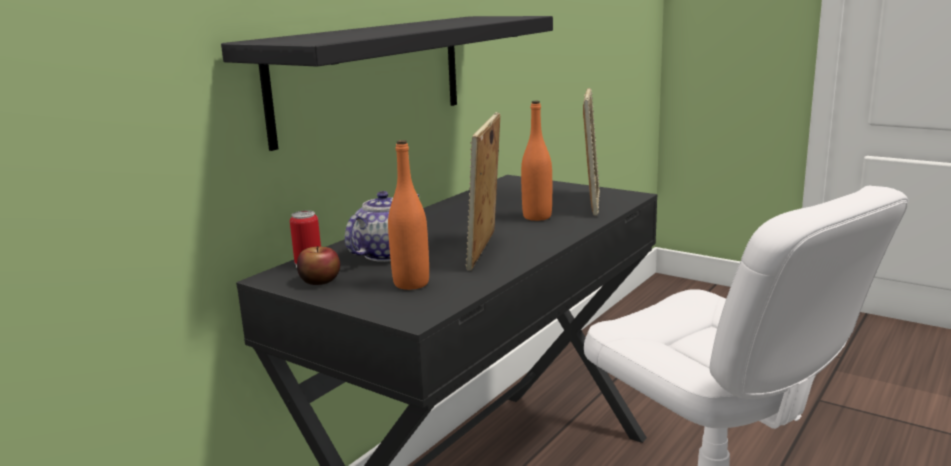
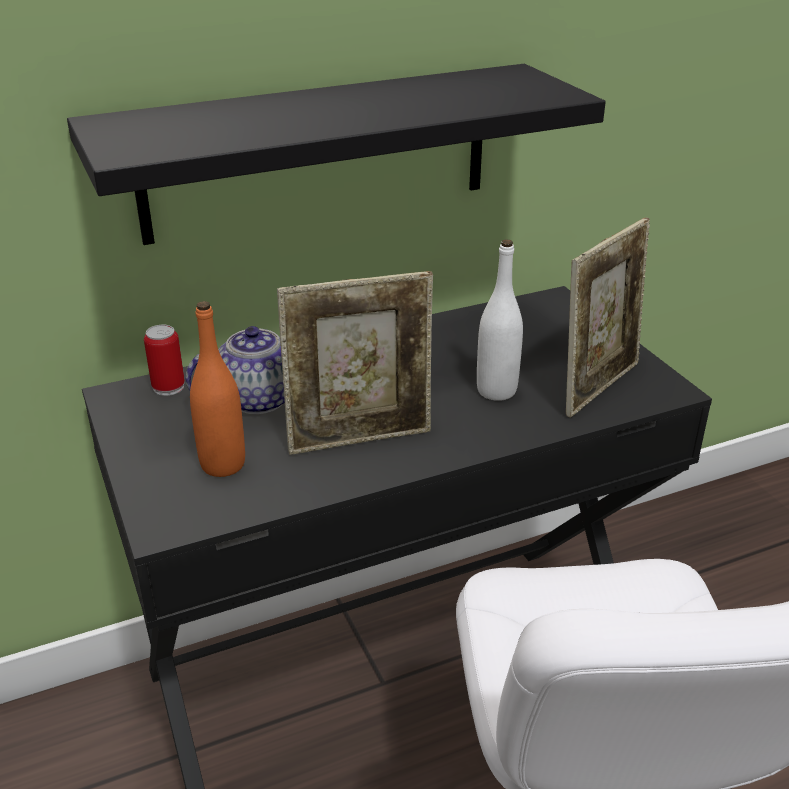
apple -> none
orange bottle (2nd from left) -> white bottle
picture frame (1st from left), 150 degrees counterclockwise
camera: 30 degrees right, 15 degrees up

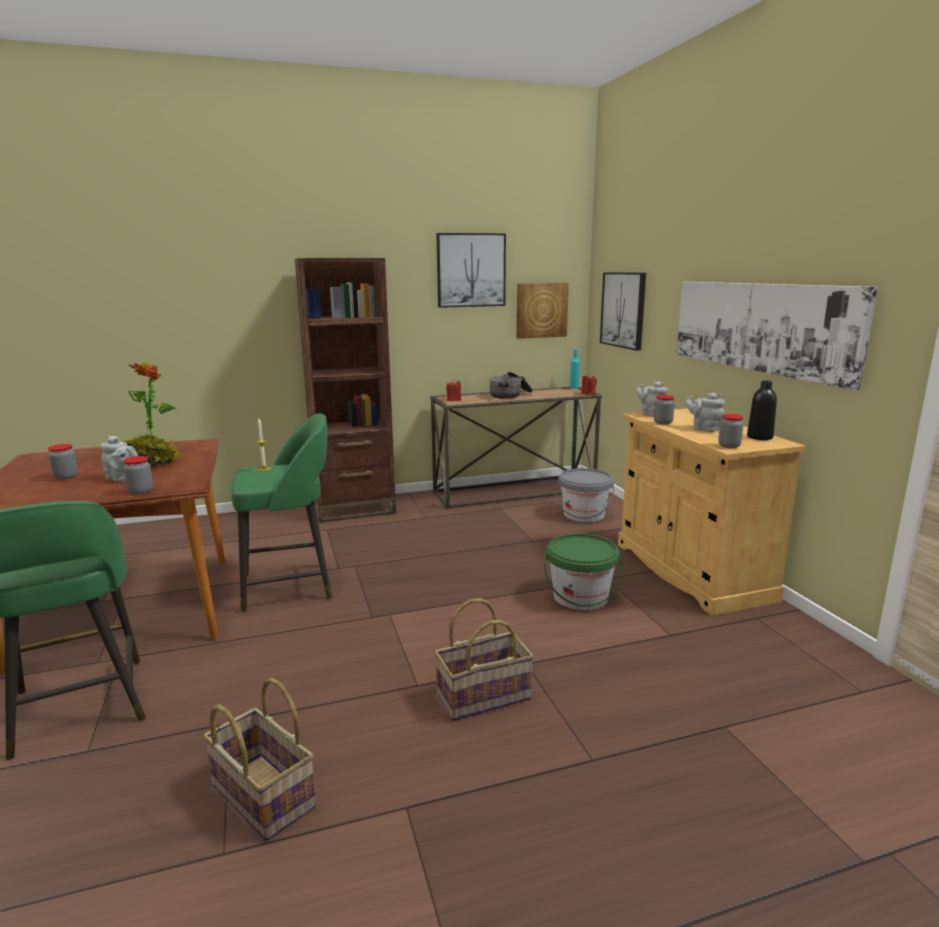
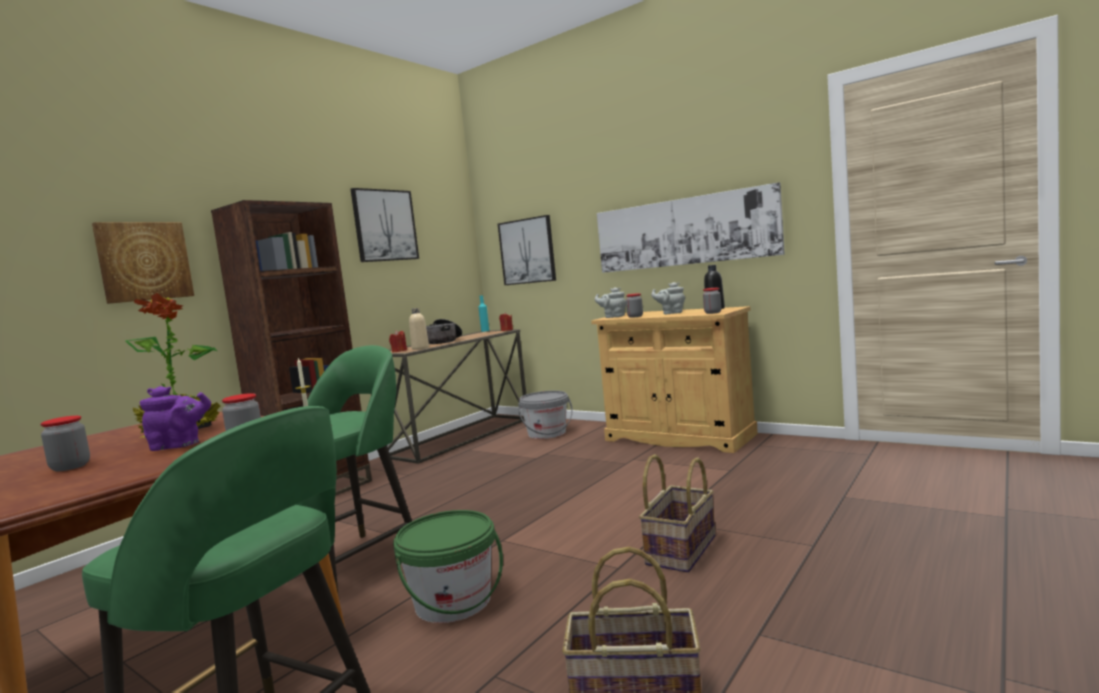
none -> beige bottle
picture (2nd from left in the first image) -> picture (1st from left), moved
green bucket, moved
grey teapot (1st from left) -> purple teapot
camera: 35 degrees left, 10 degrees down

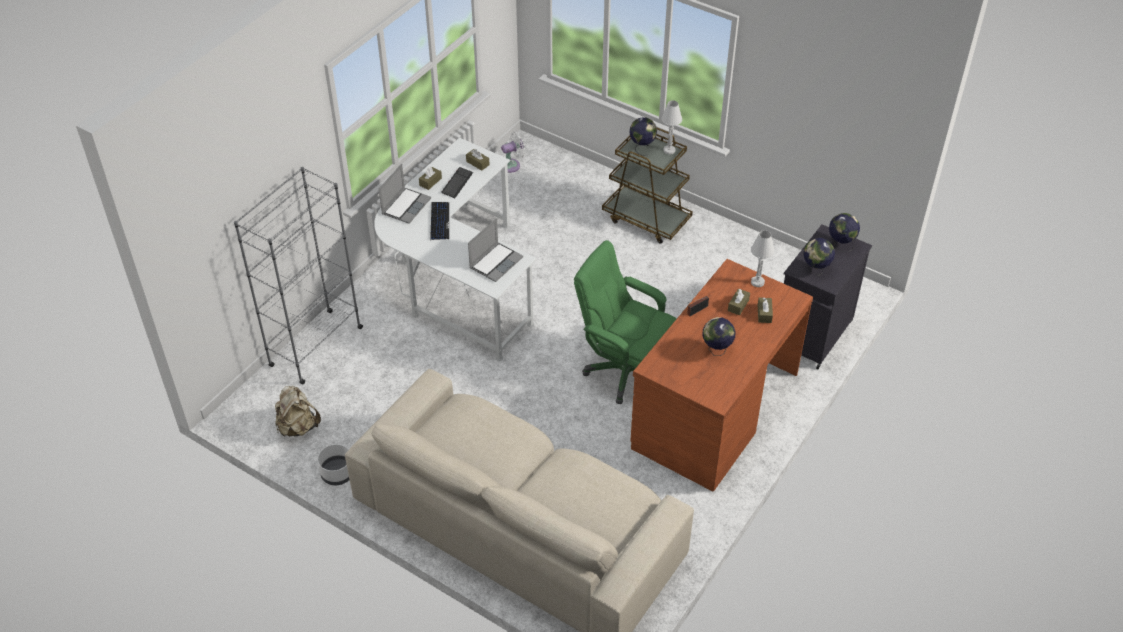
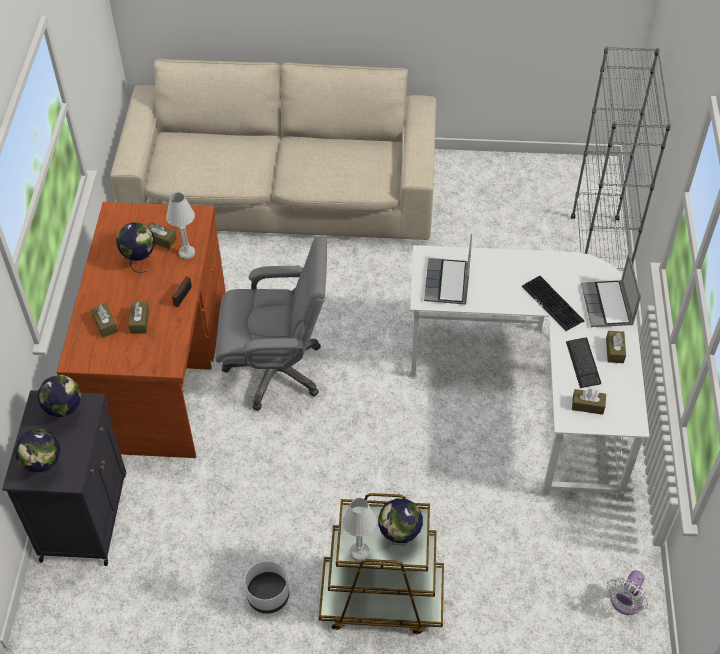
beige backpack -> none
none -> brown tissue box (3rd from left)
white planter, moved
white table lamp (2nd from left in the first image) -> white table lamp (1st from left), moved
green office chair -> grey office chair
camera: 150 degrees right, 5 degrees up

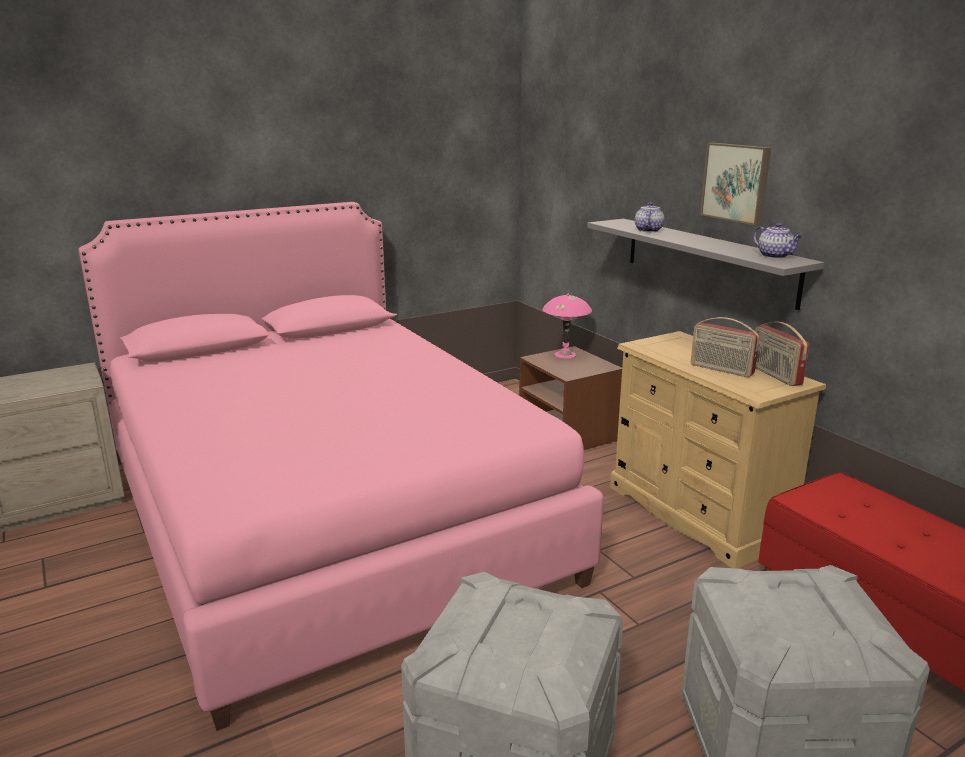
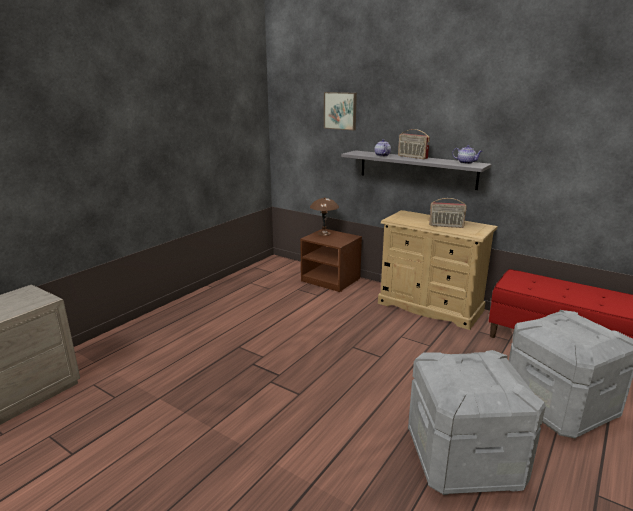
pink bed -> none
picture, moved
radio (2nd from left in the first image) -> radio (1st from left), moved
pink table lamp -> brown table lamp
camera: 25 degrees left, 0 degrees up

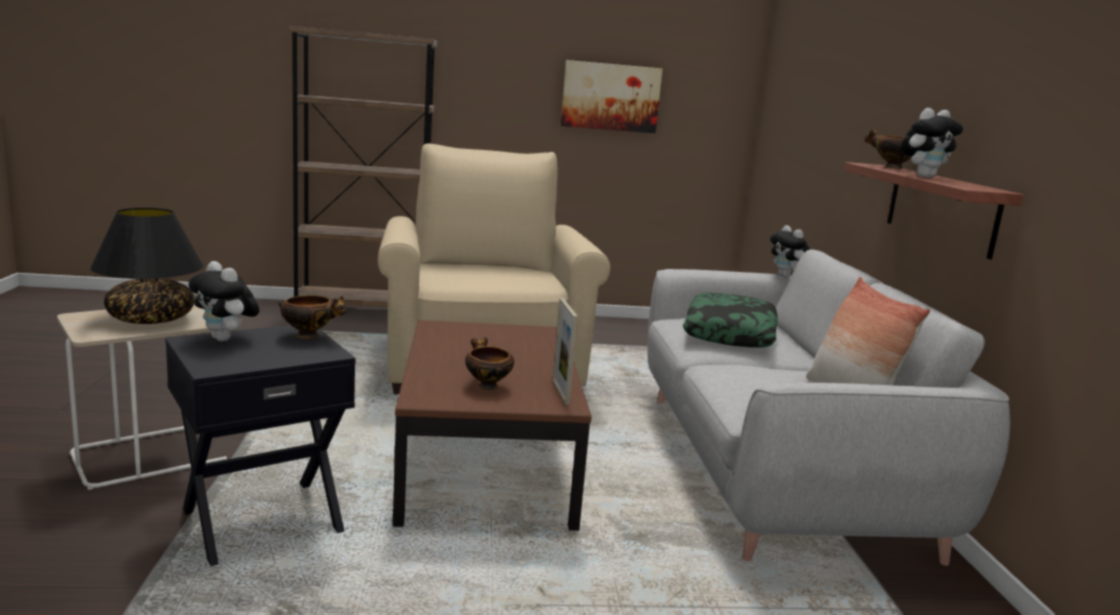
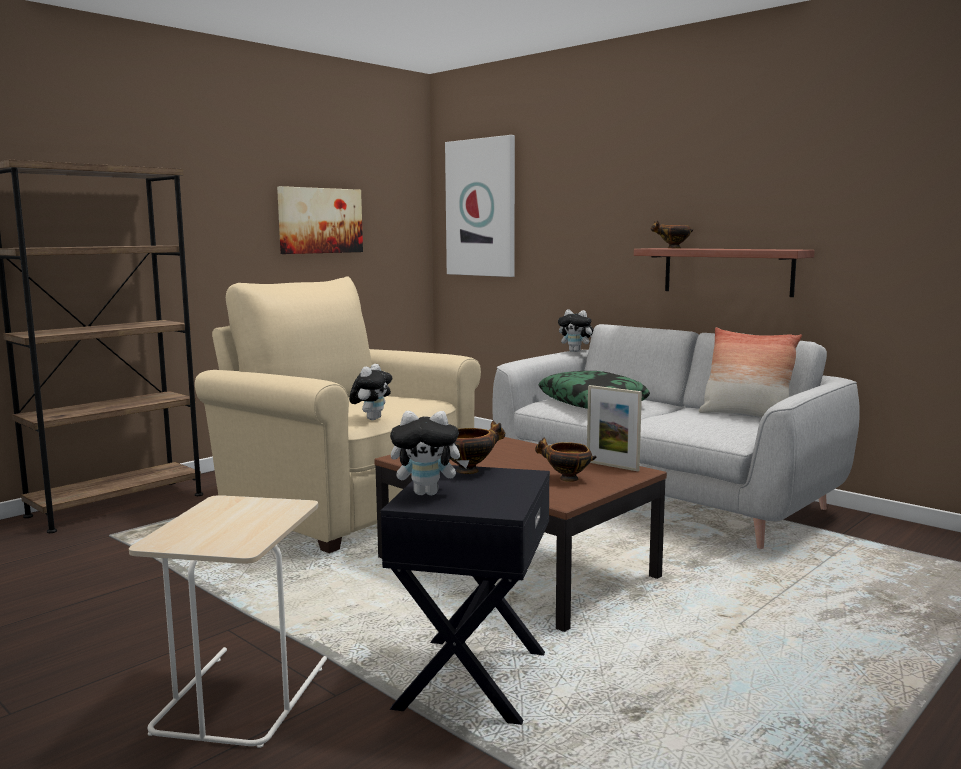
black table lamp -> none
none -> picture (2nd from left)
plush toy (3rd from left in the first image) -> plush toy (1st from left), moved
camera: 40 degrees left, 5 degrees down

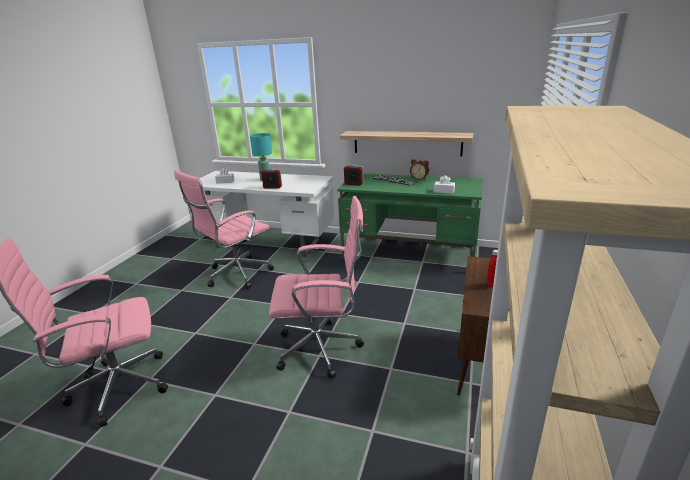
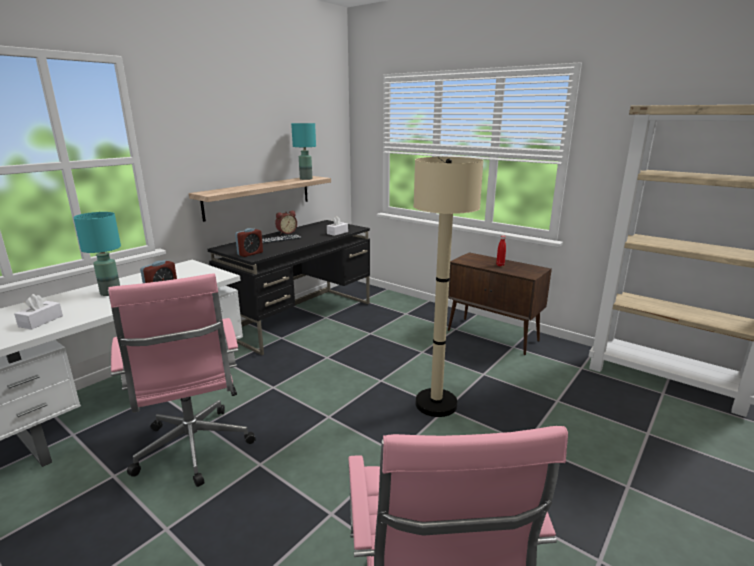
none -> turquoise table lamp (2nd from left)
pink office chair (3rd from left) -> beige floor lamp
green desk -> black desk
camera: 70 degrees left, 5 degrees down

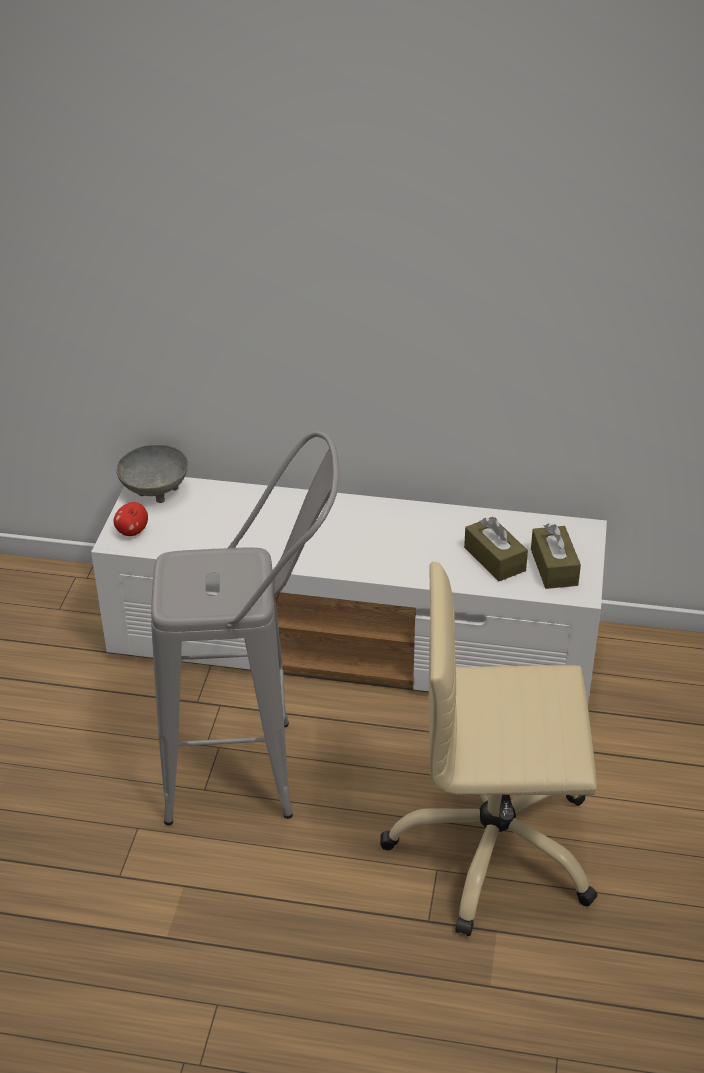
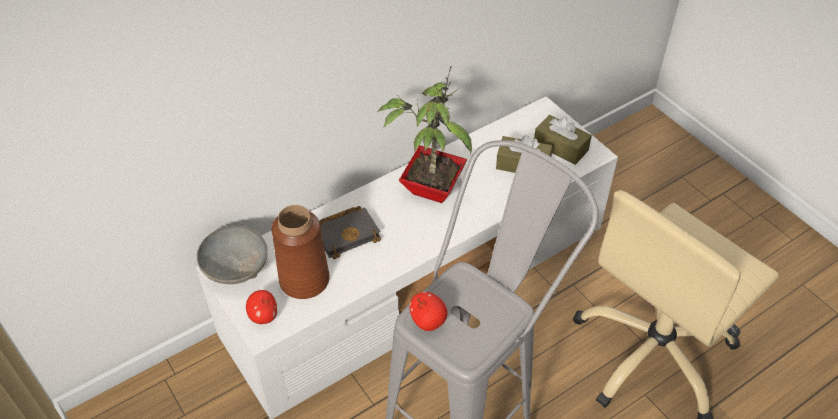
none -> brown vase
none -> black book
none -> potted plant
none -> apple (2nd from left)
camera: 45 degrees left, 10 degrees up

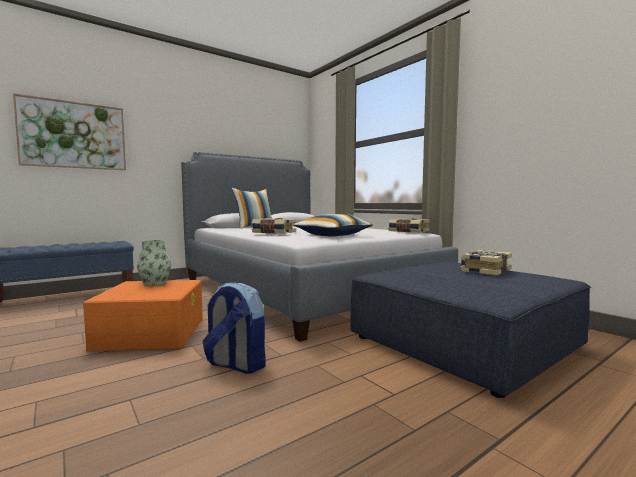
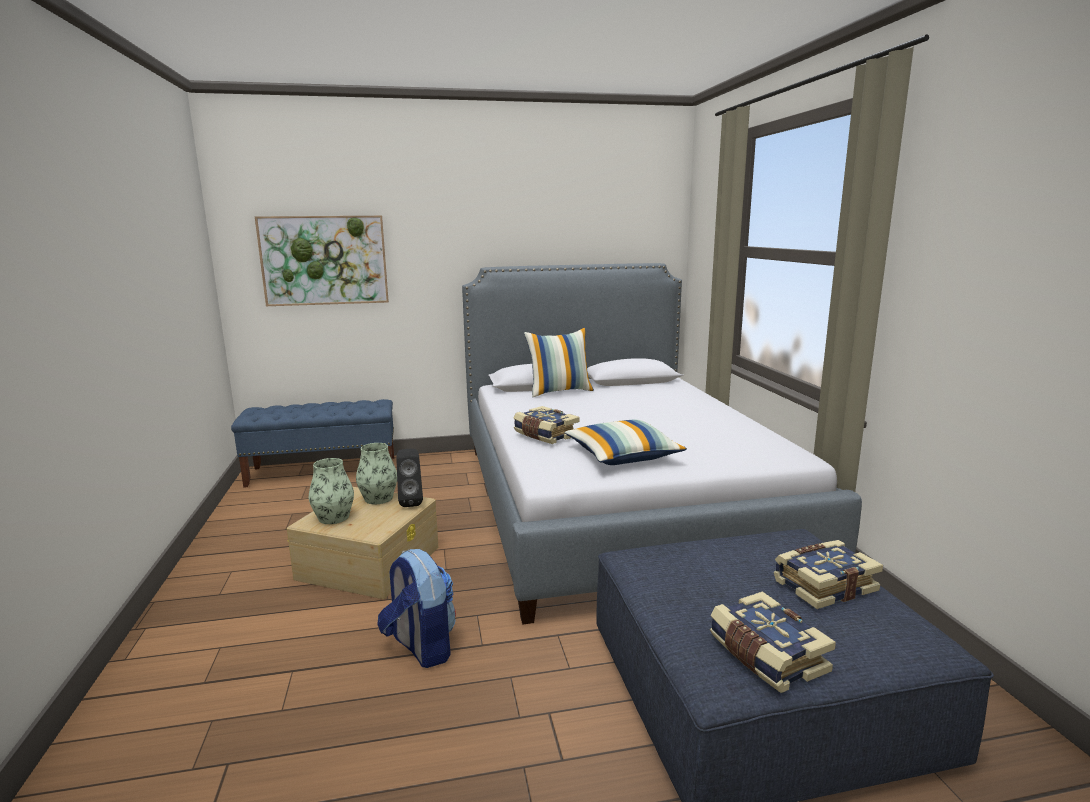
none -> vase (1st from left)
none -> black speaker
book (2nd from left), moved
orange storage box -> beige storage box
camera: 25 degrees right, 10 degrees up

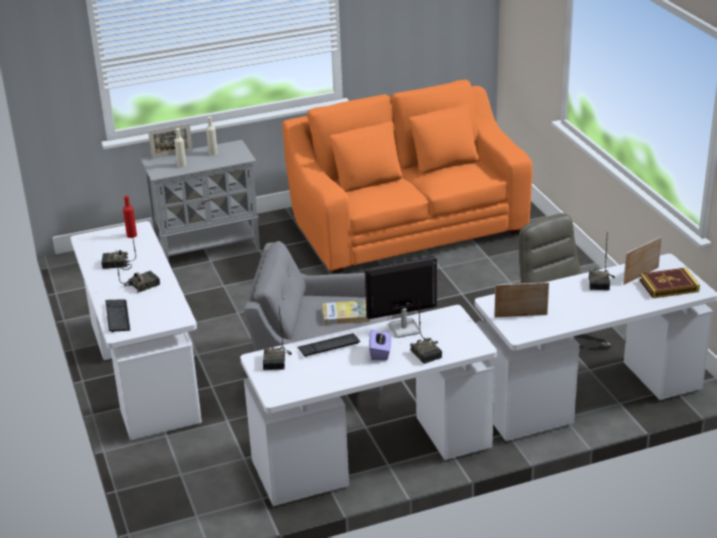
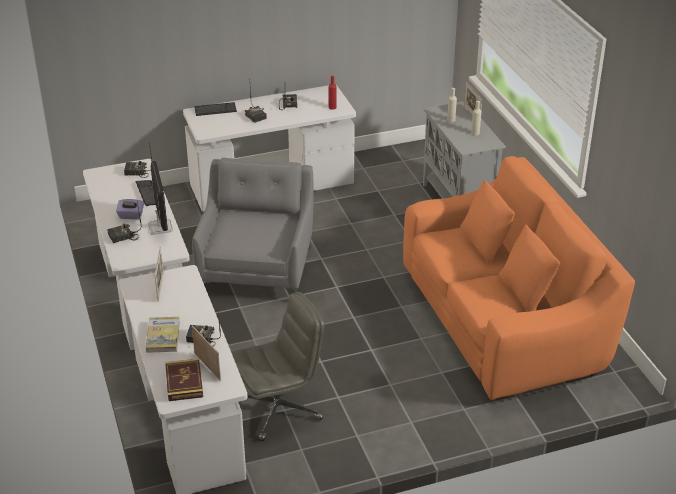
book (1st from left), moved
camera: 90 degrees right, 5 degrees up

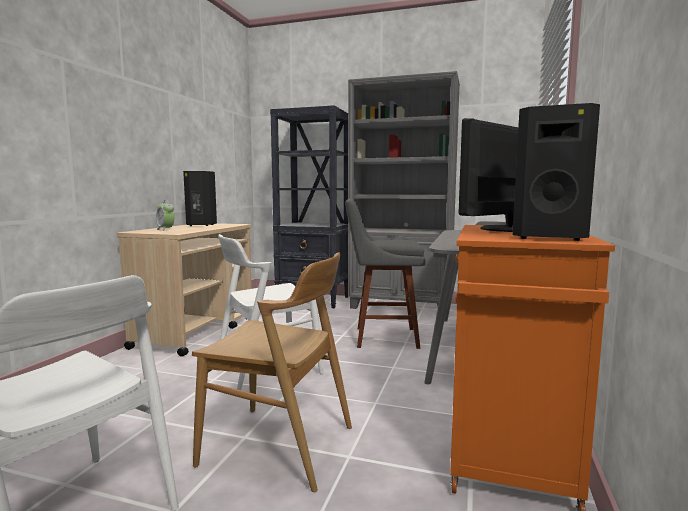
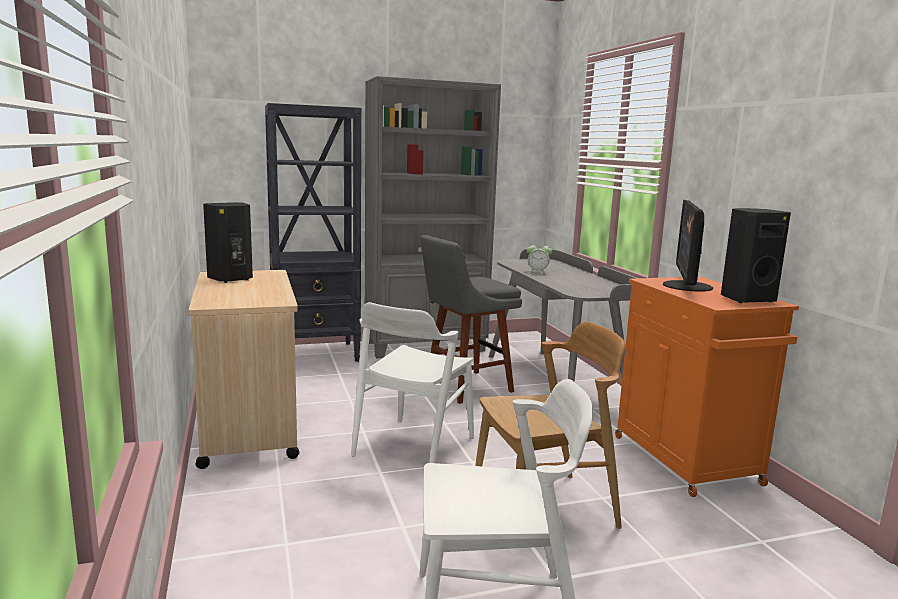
alarm clock, moved
camera: 35 degrees left, 5 degrees up

